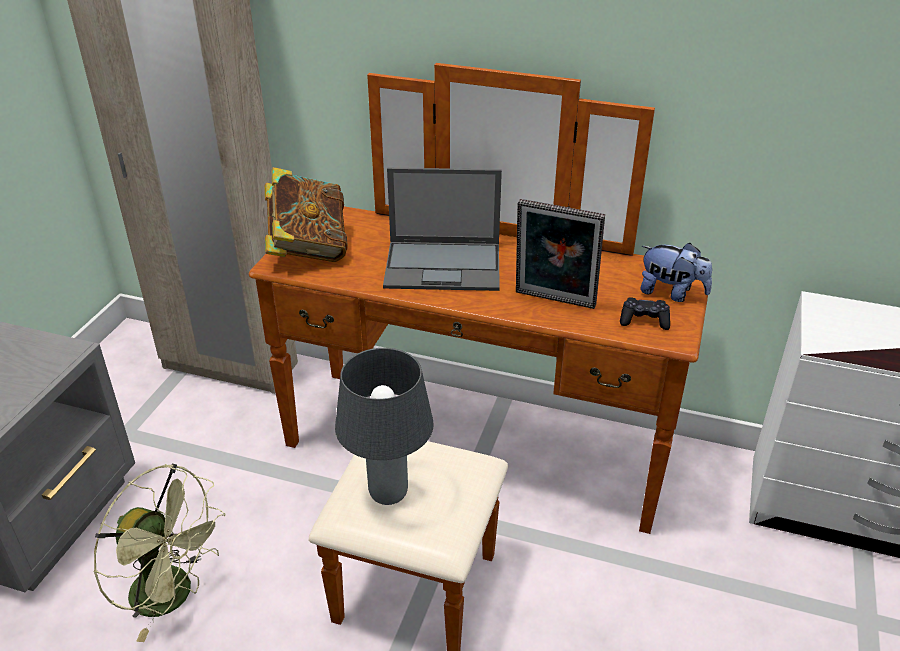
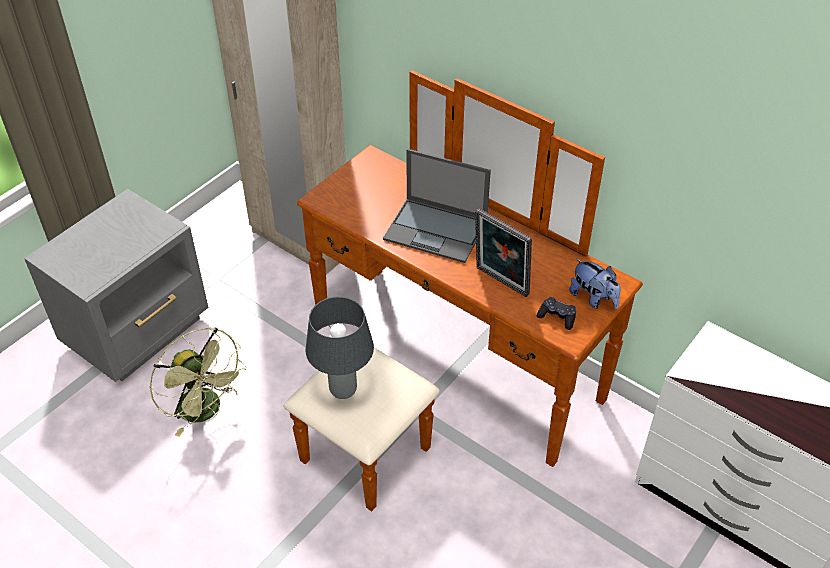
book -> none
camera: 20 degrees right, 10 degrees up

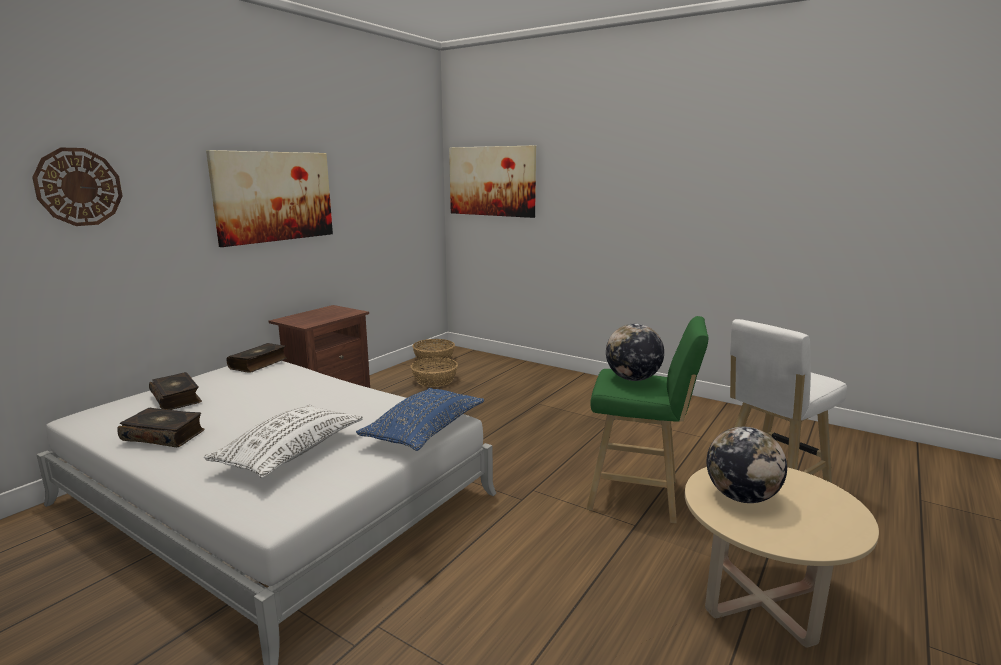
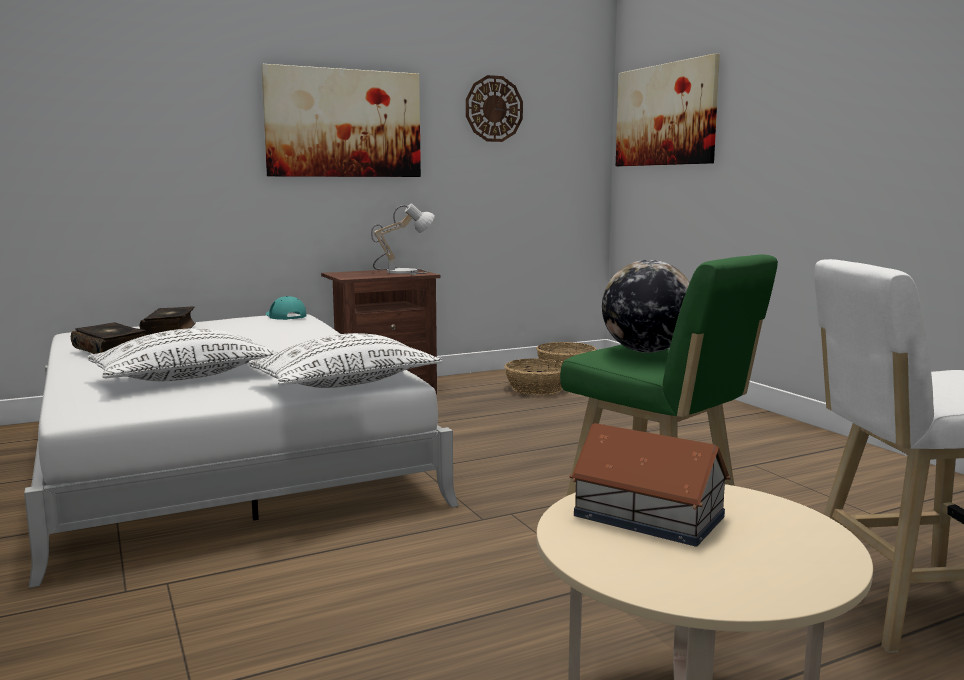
none -> table lamp
wall clock, moved
book (3rd from left) -> turquoise cap
globe (2nd from left) -> toy house
blue pillow -> white pillow (2nd from left)
camera: 30 degrees right, 5 degrees down

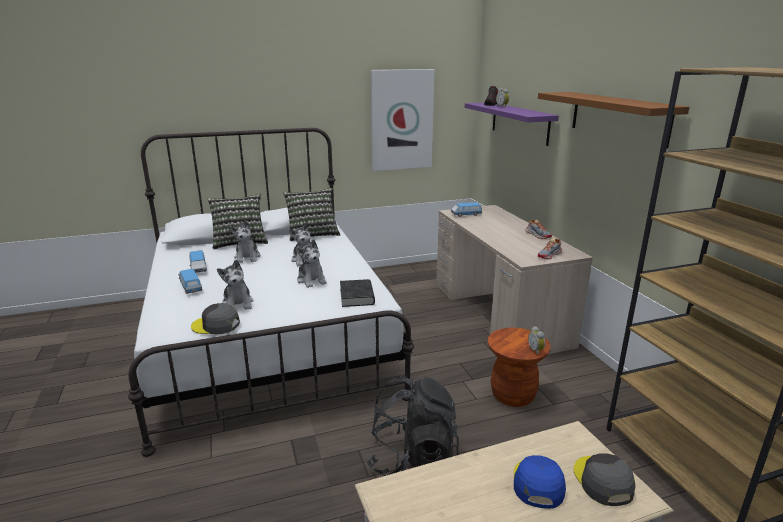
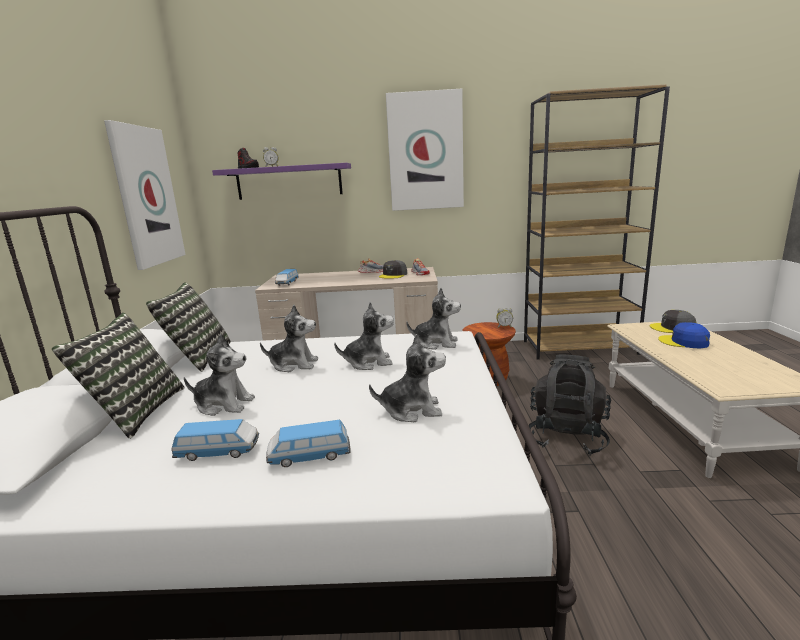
grey cap (1st from left), moved
black book -> plush toy (5th from left)
brown shelf -> picture (2nd from left)
camera: 70 degrees left, 5 degrees down

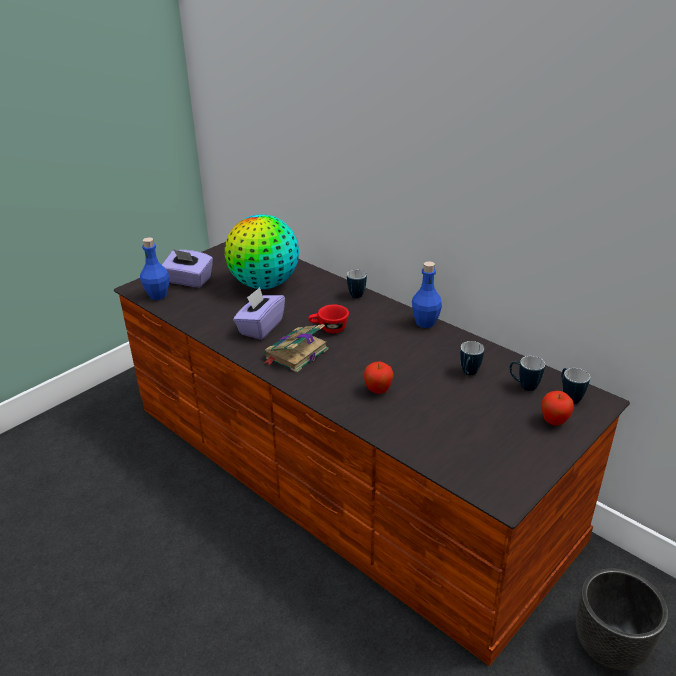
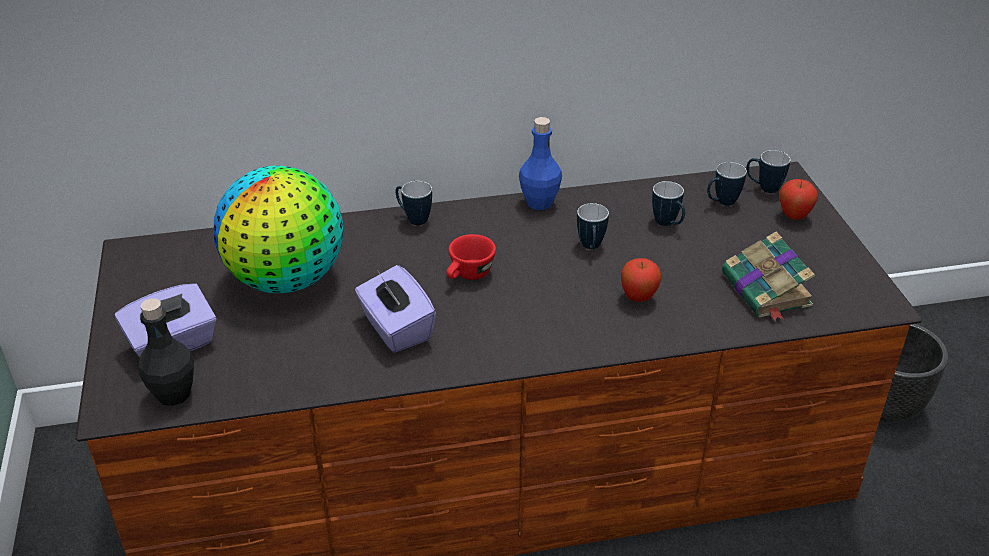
none -> mug (2nd from left)
book, moved
blue bottle (1st from left) -> black bottle
camera: 55 degrees left, 5 degrees up

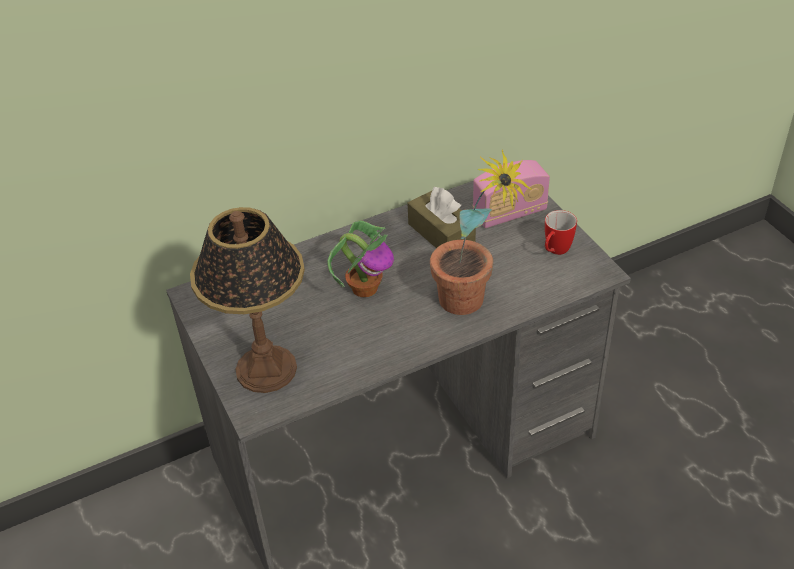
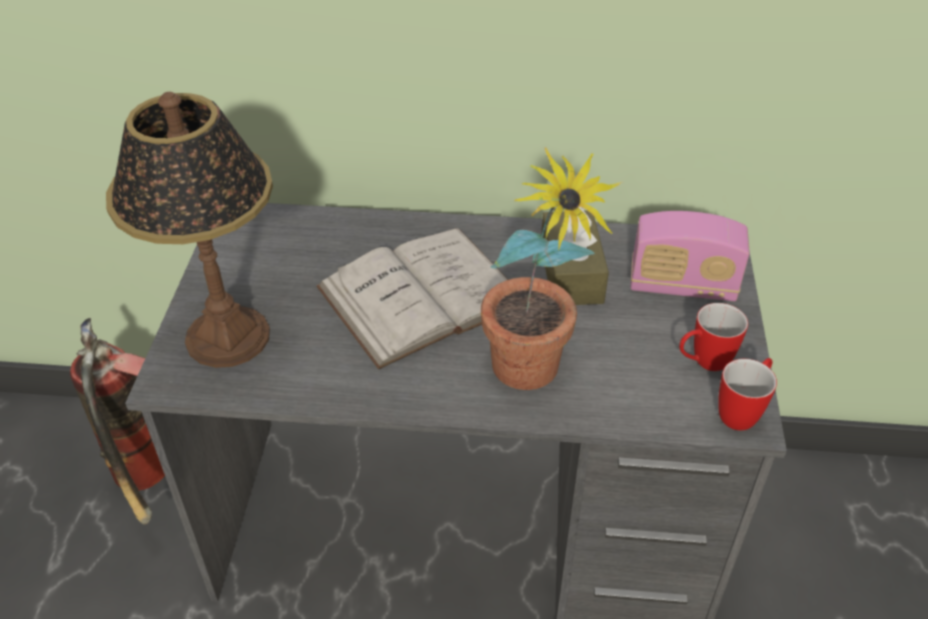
none -> fire extinguisher
none -> mug (2nd from left)
potted plant (1st from left) -> white book
camera: 30 degrees right, 0 degrees up

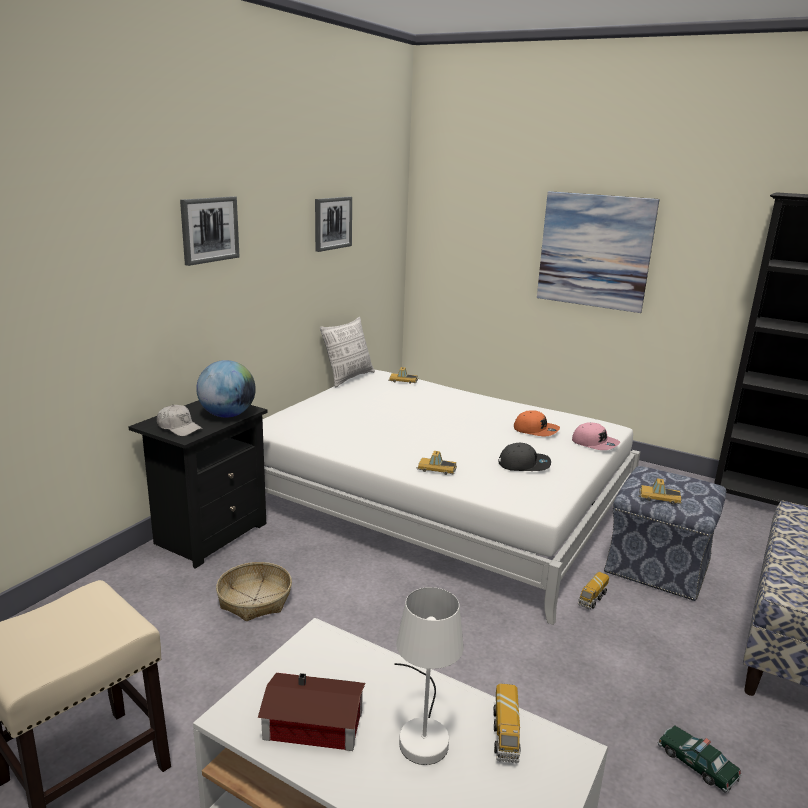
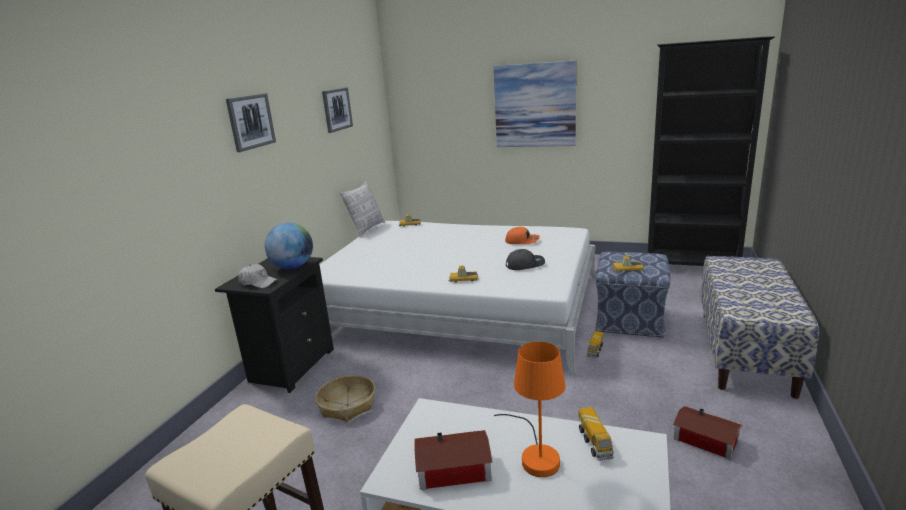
pink cap -> none
toy car (4th from left) -> toy house (2nd from left)
white table lamp -> orange table lamp
camera: 10 degrees left, 0 degrees up

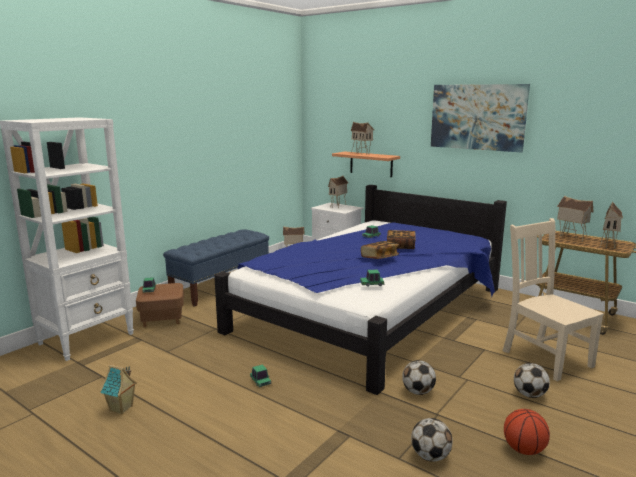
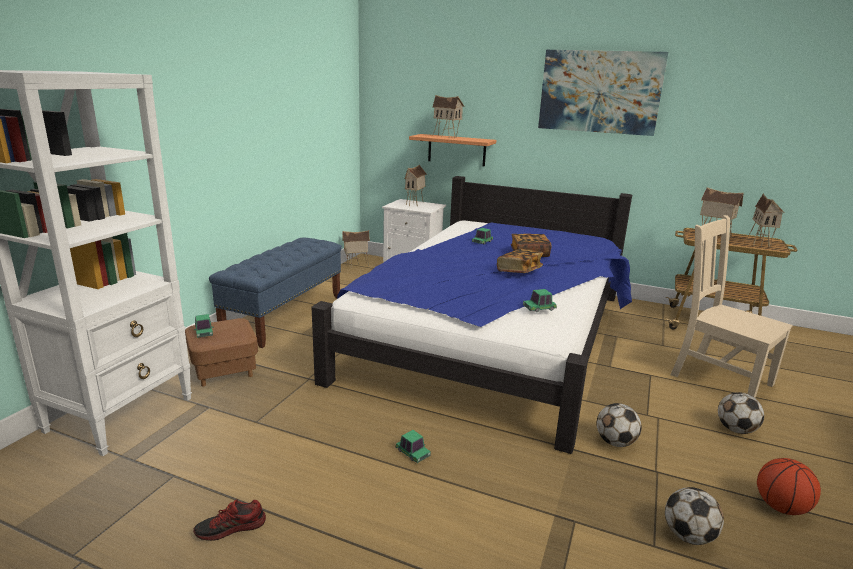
toy house (1st from left) -> shoe
camera: 15 degrees left, 5 degrees up

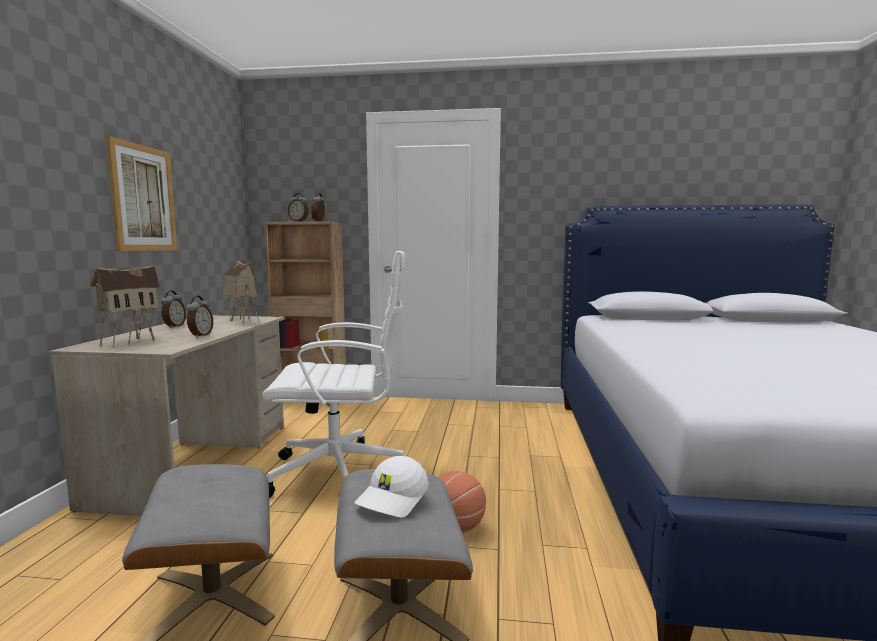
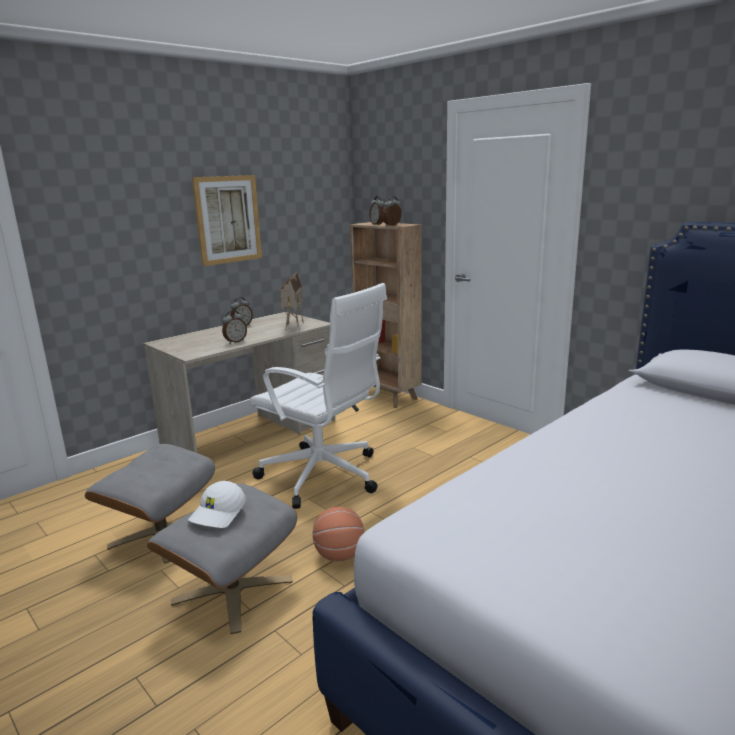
toy house (1st from left) -> none
white cap, 45 degrees counterclockwise
camera: 40 degrees right, 10 degrees up

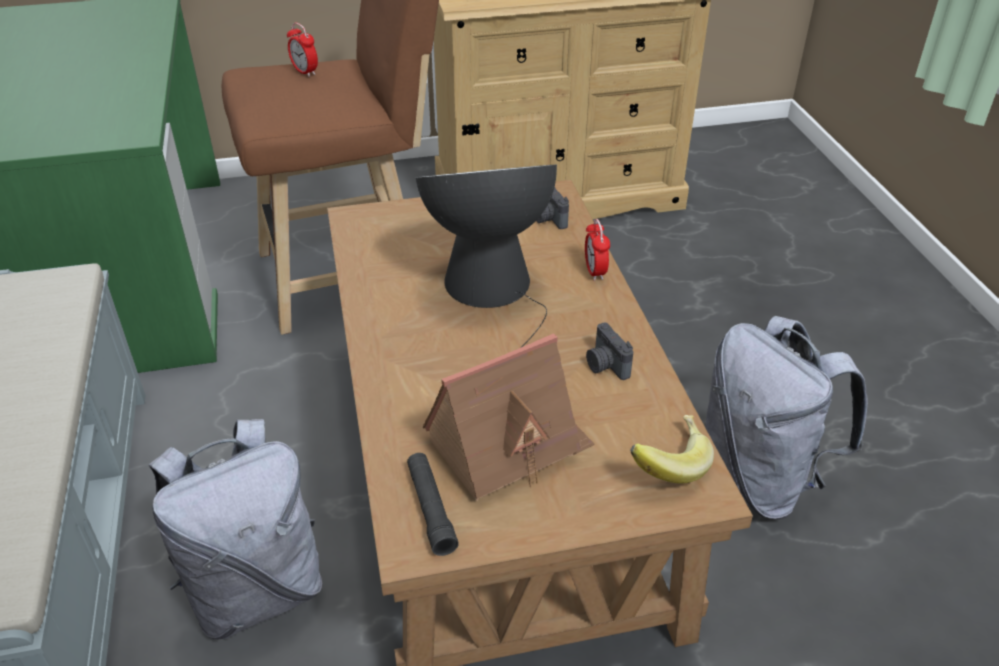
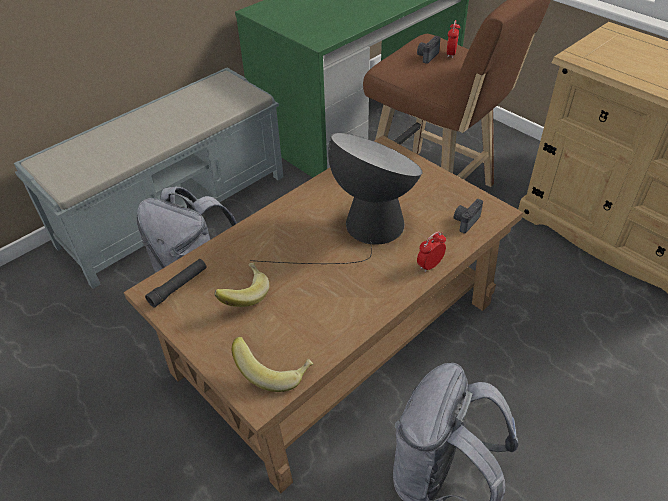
photo camera (2nd from left in the first image) -> photo camera (1st from left), moved
toy house -> banana (1st from left)
camera: 60 degrees right, 5 degrees up

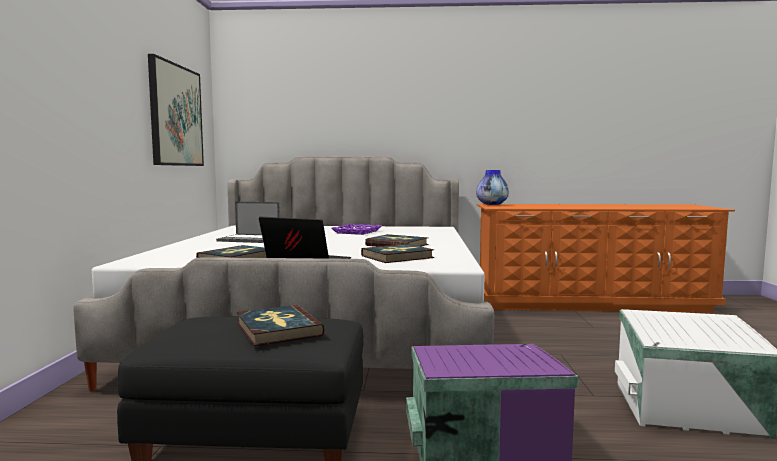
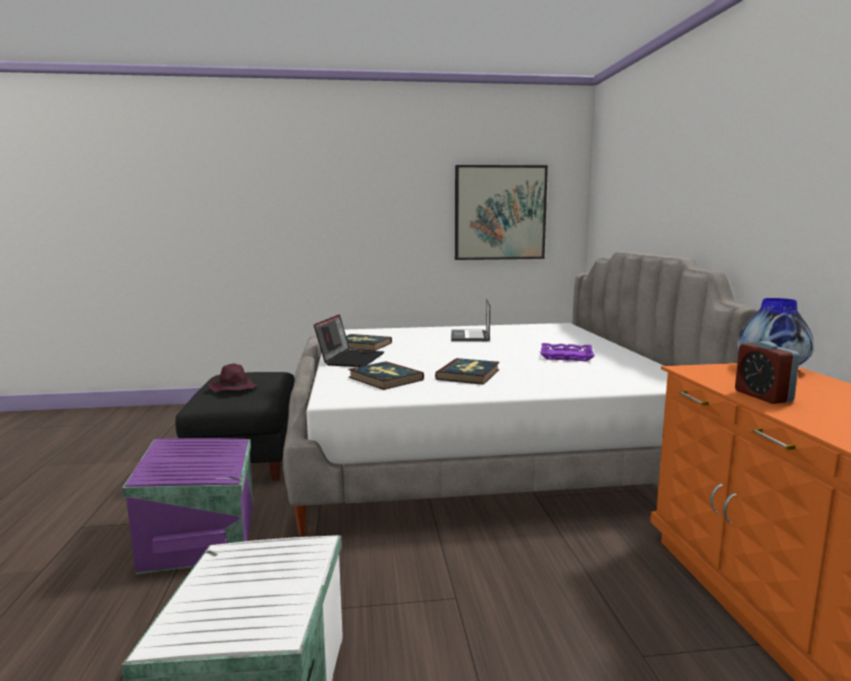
none -> alarm clock
book (2nd from left) -> purple hat
camera: 80 degrees right, 5 degrees up

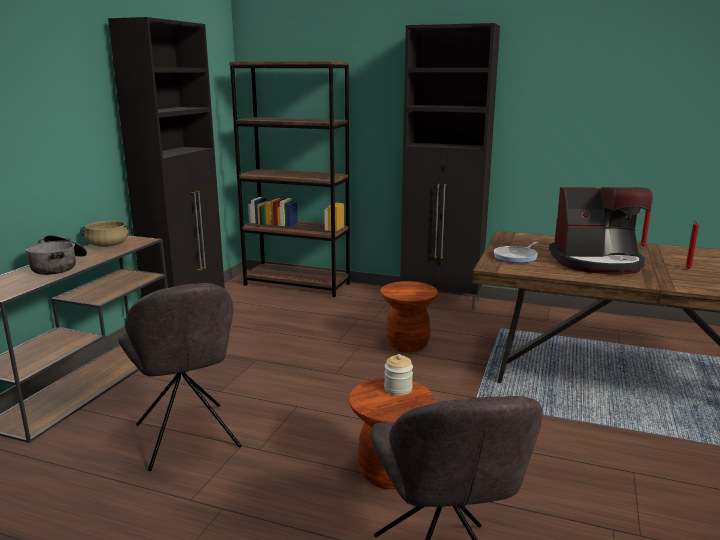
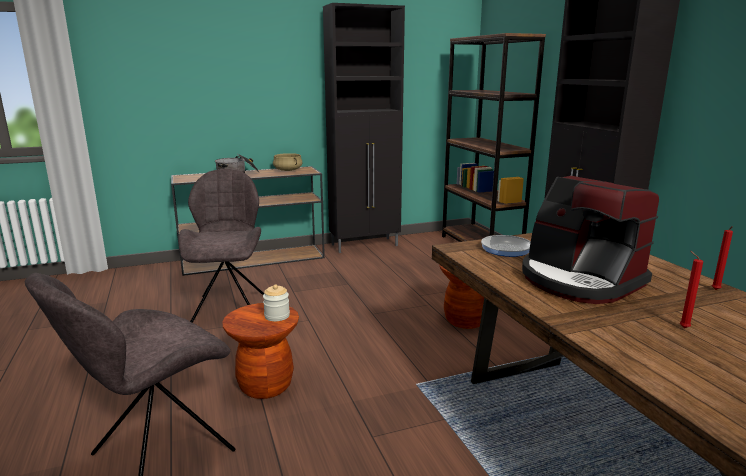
grey chair (1st from left in the first image) -> grey chair (2nd from left), 150 degrees clockwise
camera: 50 degrees right, 0 degrees up

